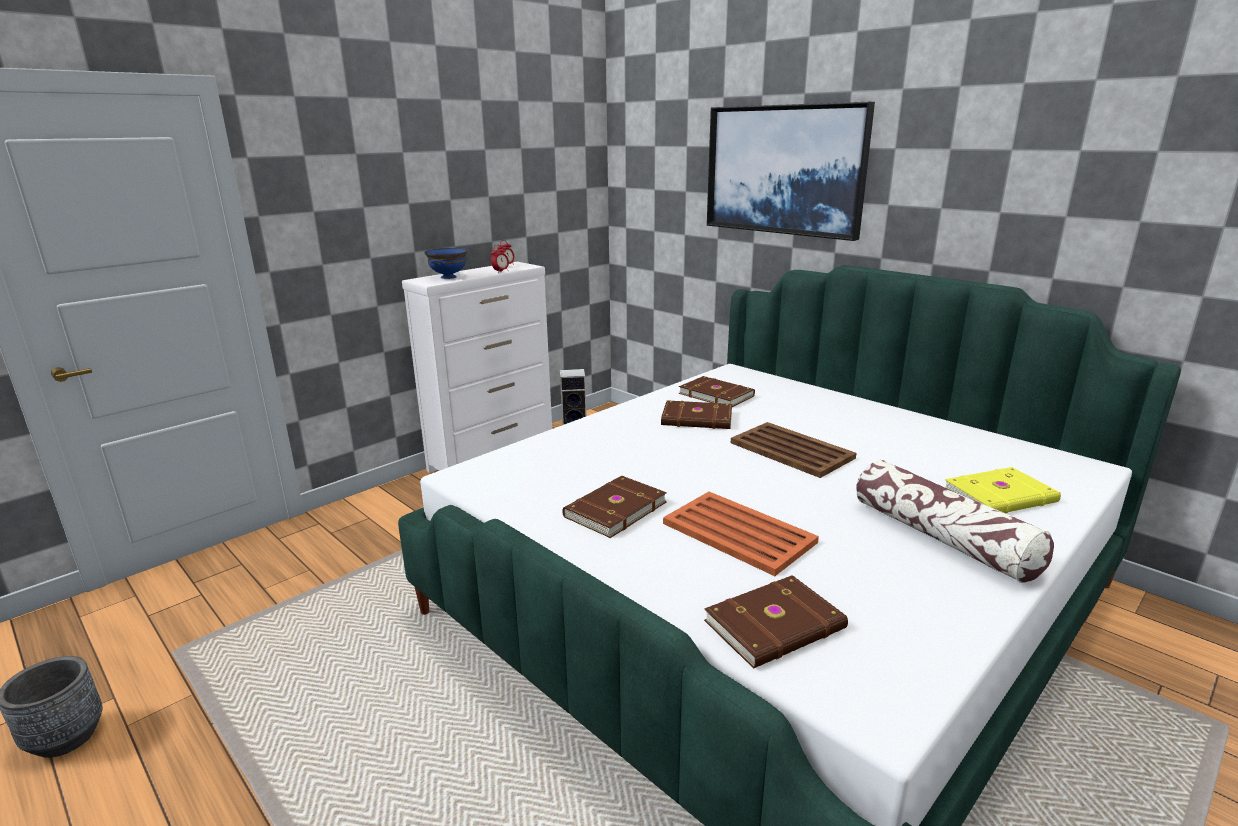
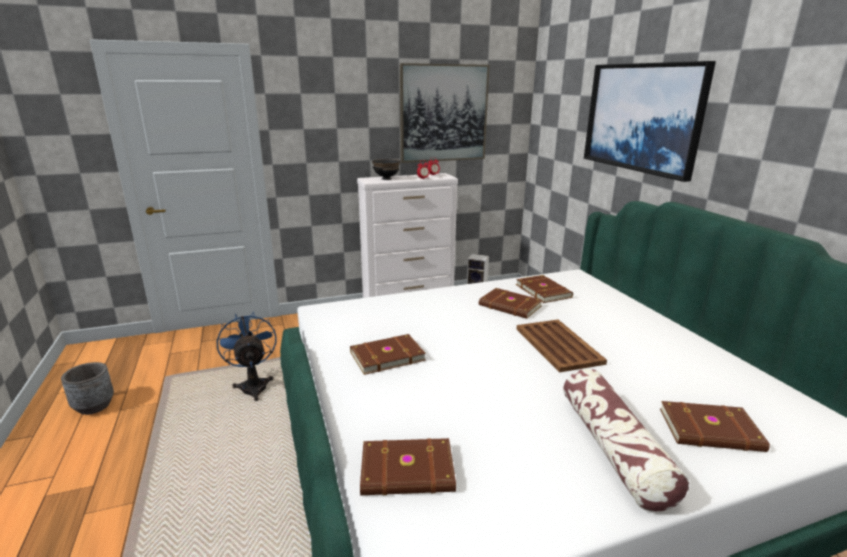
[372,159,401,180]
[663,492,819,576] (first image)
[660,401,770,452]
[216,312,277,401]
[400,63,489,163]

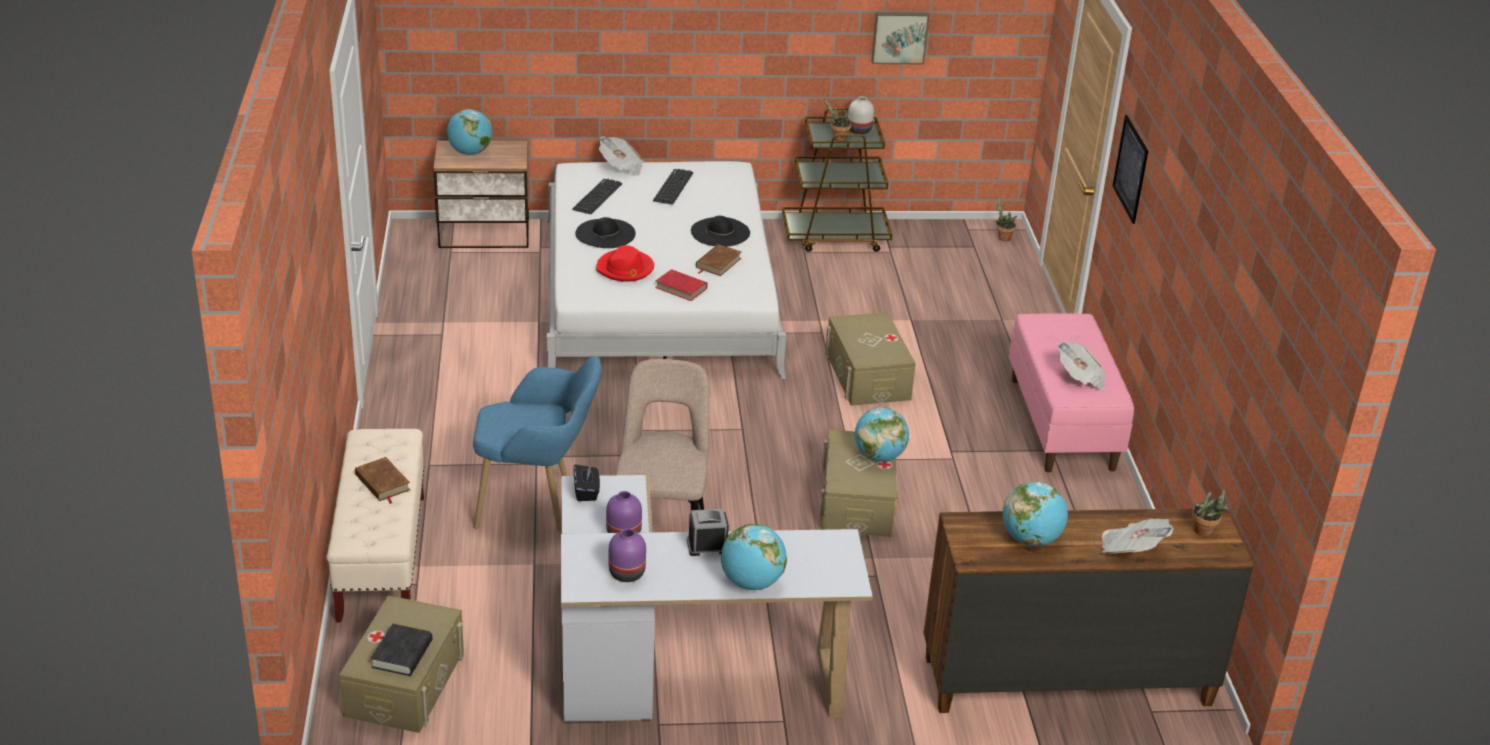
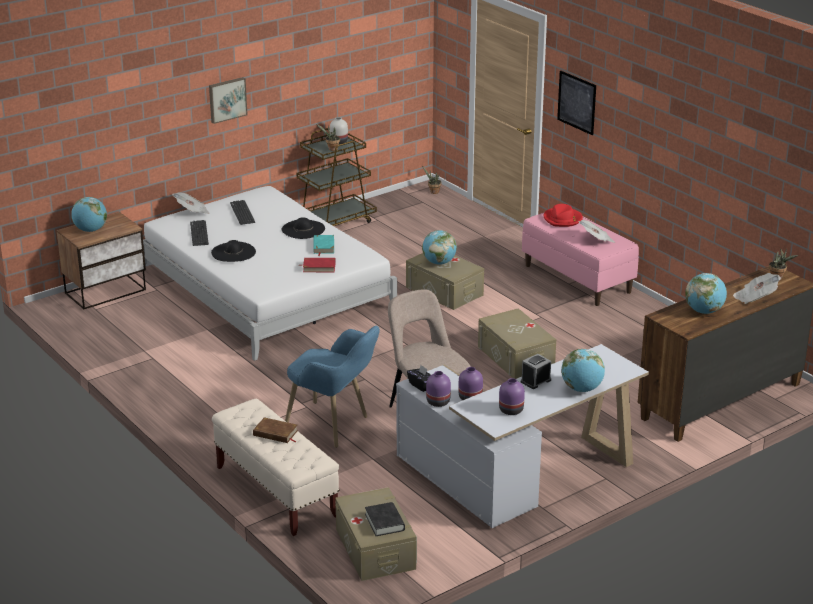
[285,326,380,448]
[544,204,583,227]
[313,235,334,256]
[422,230,457,265]
[209,77,248,124]
[426,371,451,407]

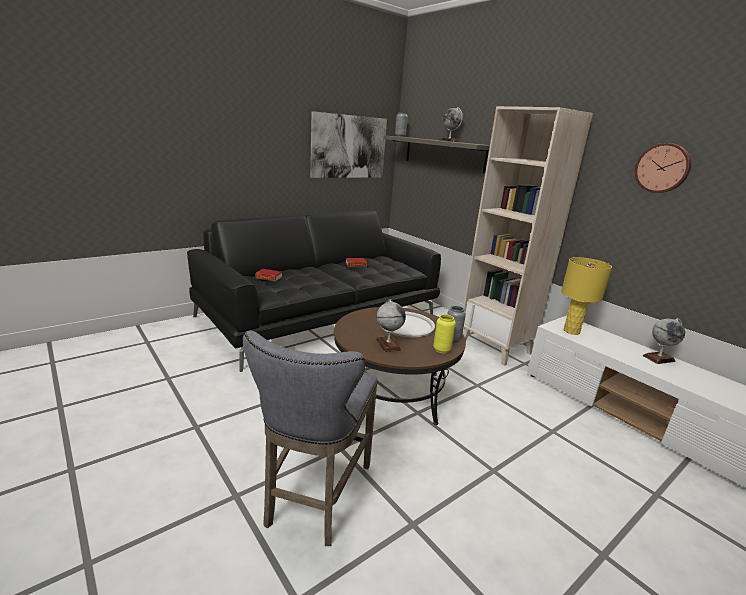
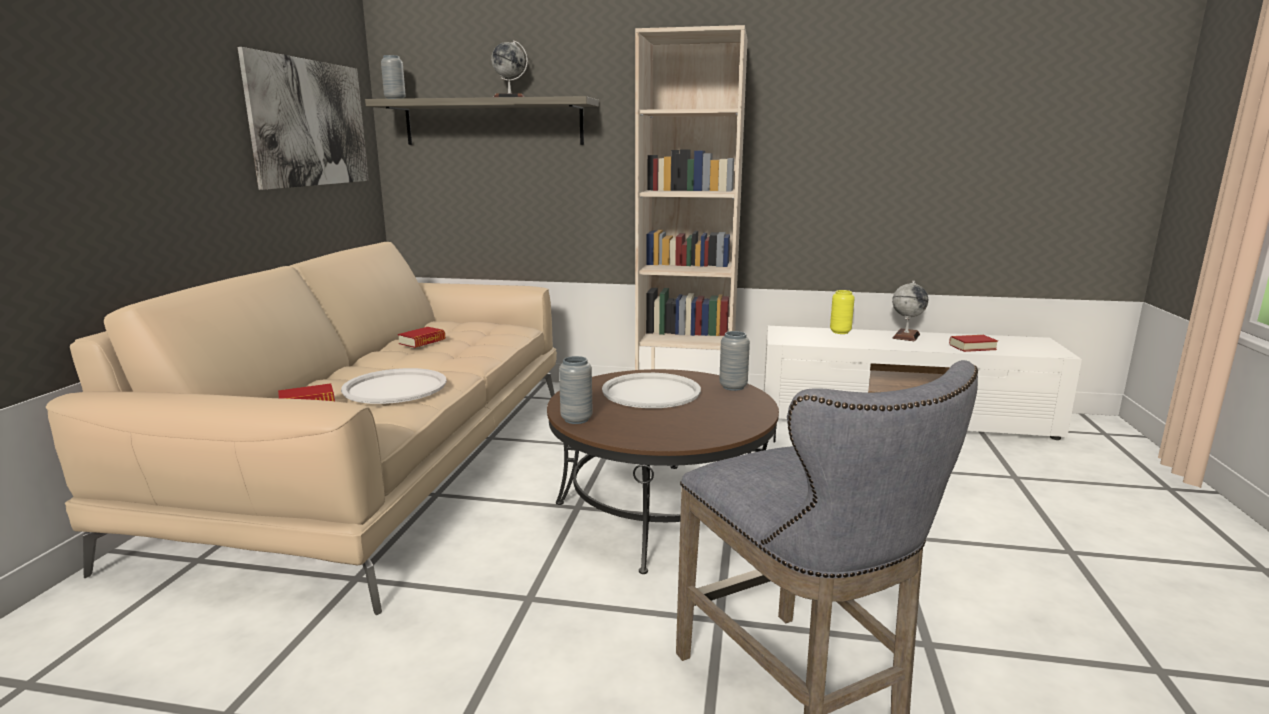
[46,242,557,615]
[376,299,406,352] (first image)
[830,290,855,334]
[561,257,612,335] (first image)
[635,143,691,193] (first image)
[341,368,447,404]
[559,356,593,424]
[949,335,998,352]

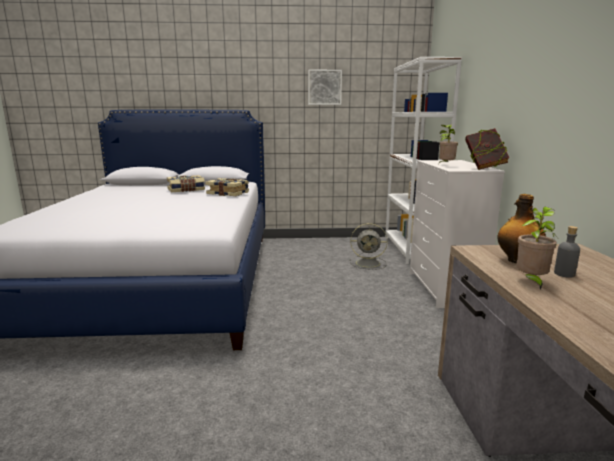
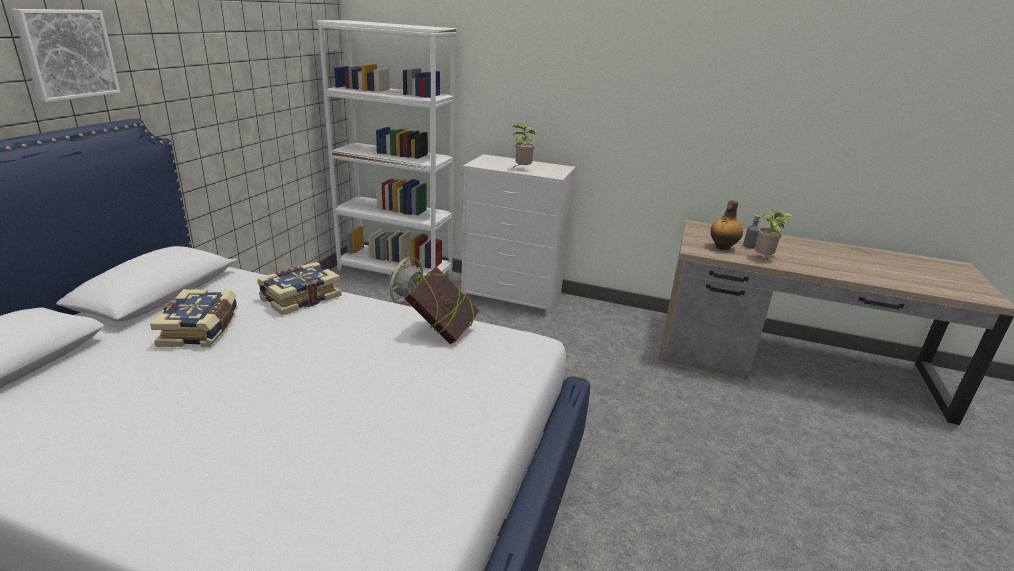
[12,9,121,102]
[404,266,480,344]

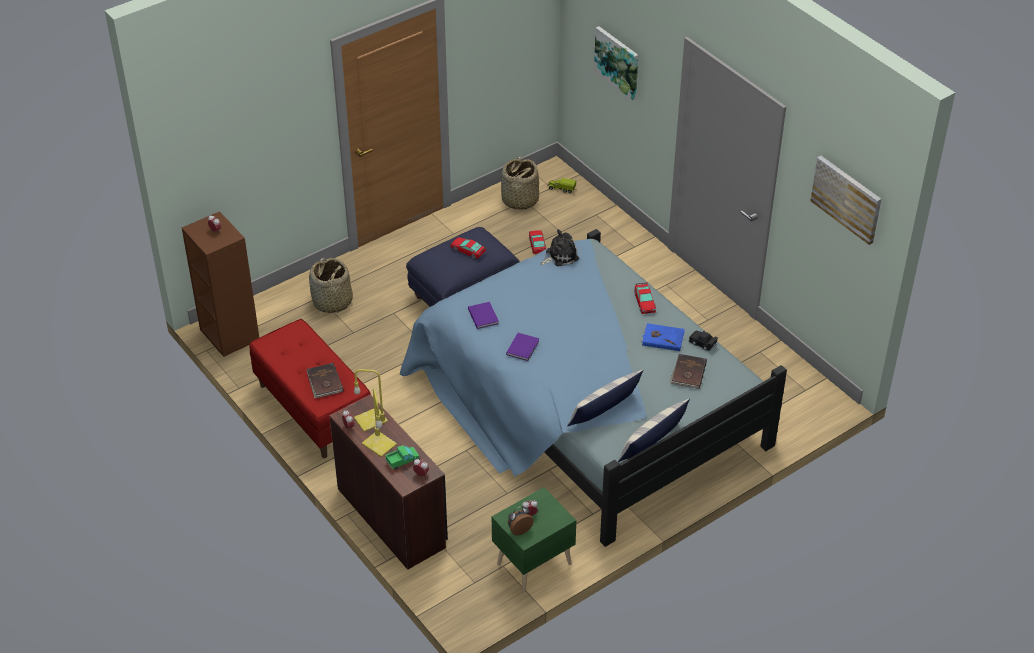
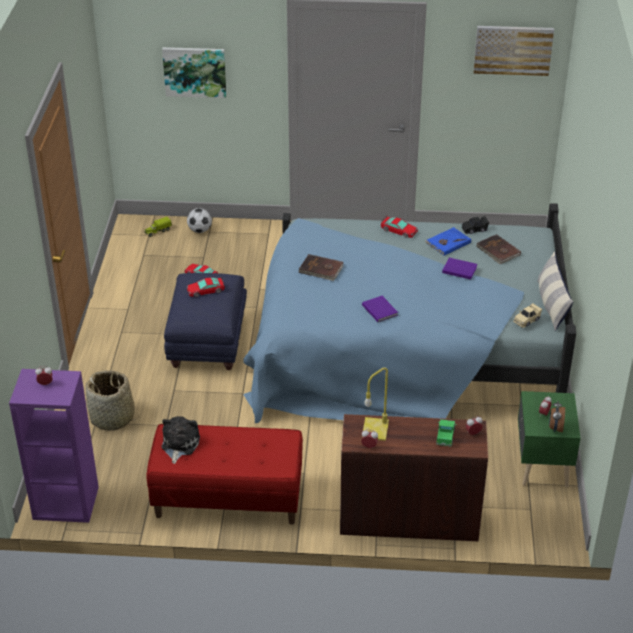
[9,369,99,523]
[298,254,343,281]
[362,388,397,457] (first image)
[442,258,477,280]
[501,157,539,210] (first image)
[162,416,200,464]
[567,370,643,426] (first image)
[187,208,212,233]
[513,303,542,328]

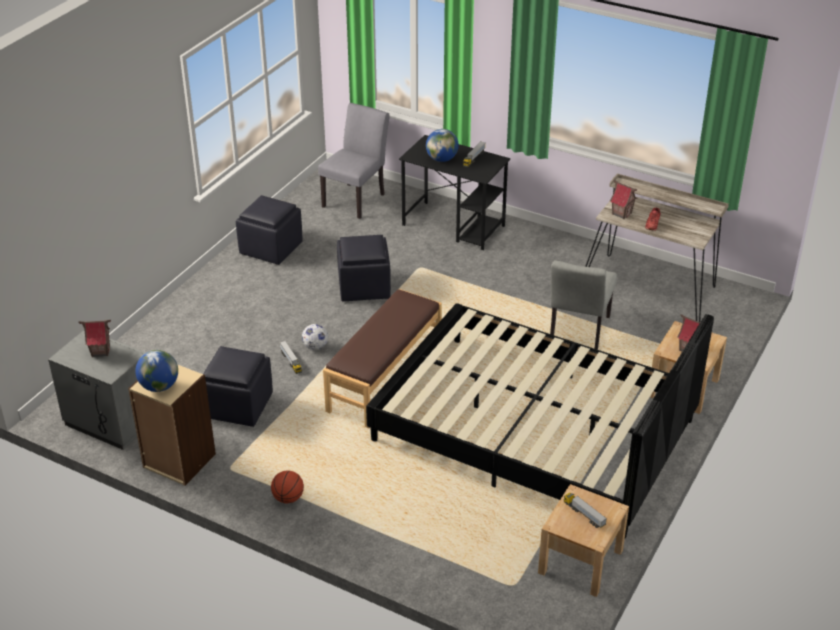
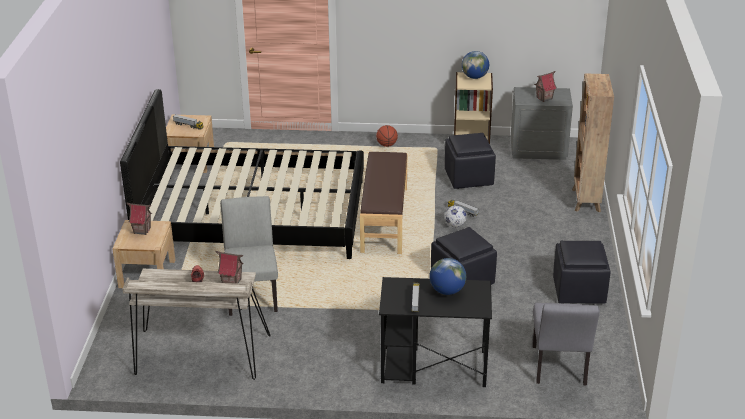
[572,73,614,212]

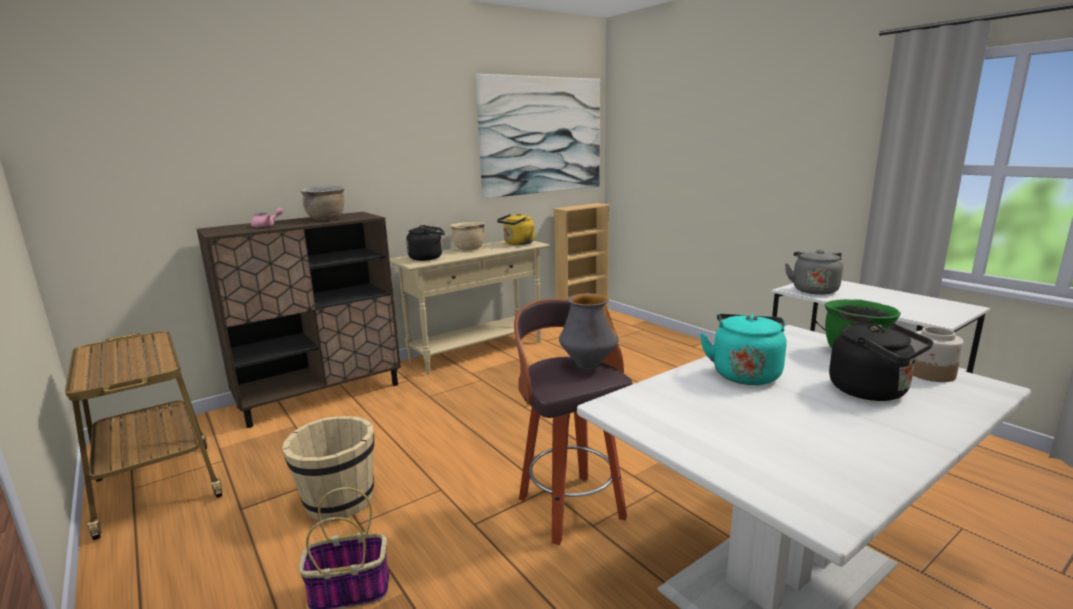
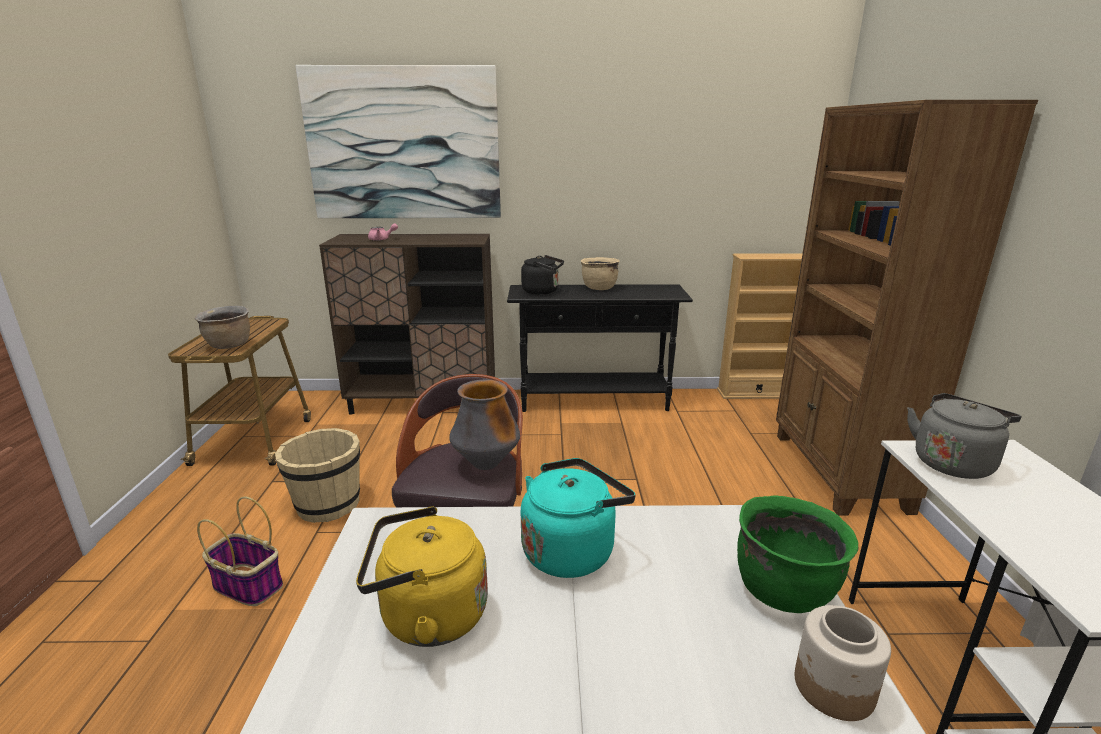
[195,306,250,349]
[507,284,693,412]
[295,65,501,218]
[356,506,488,647]
[829,323,934,401] (first image)
[776,100,1038,516]

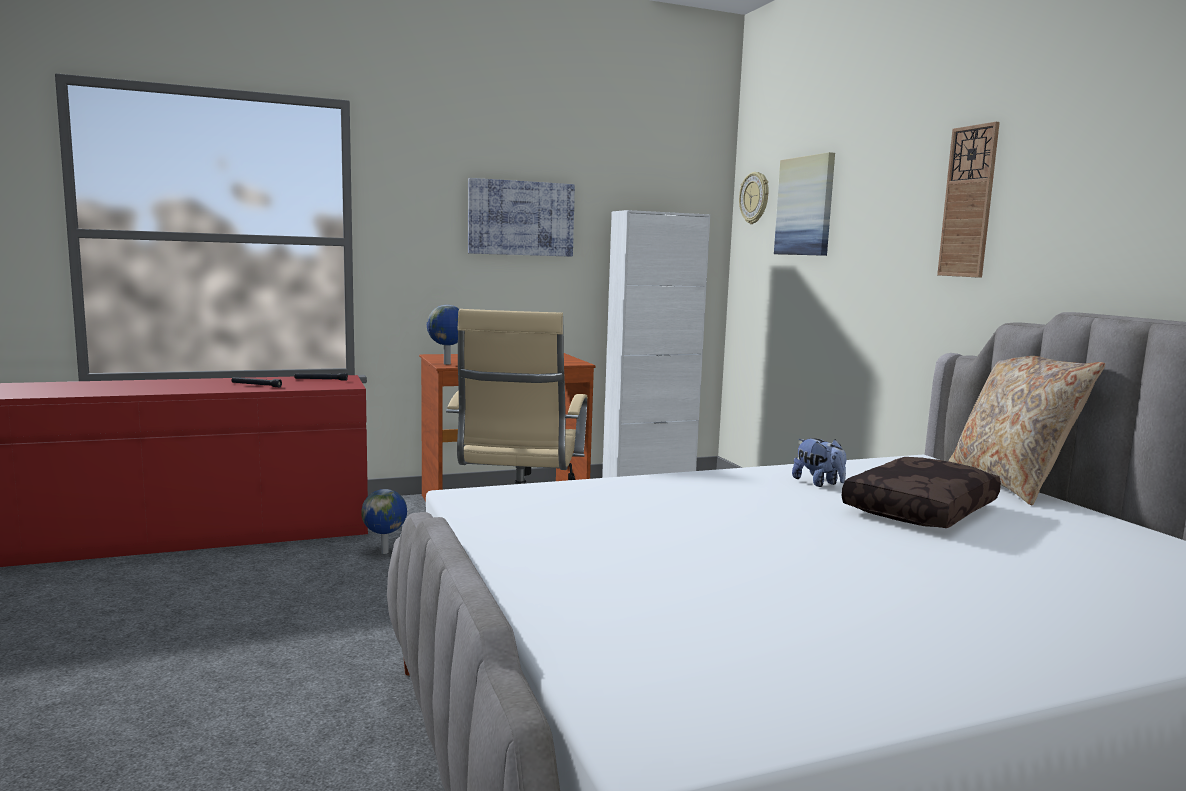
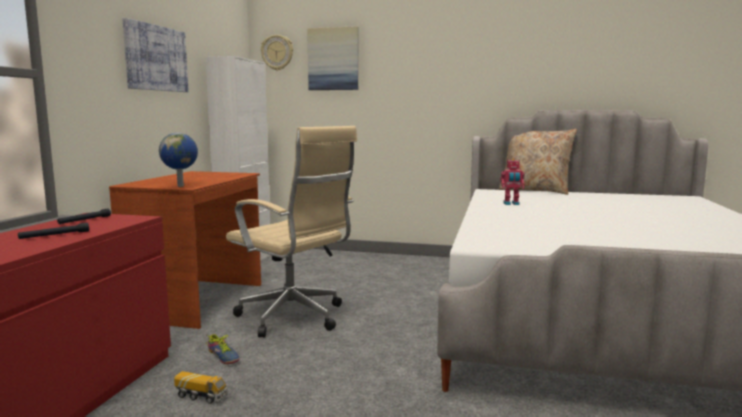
[206,334,240,364]
[500,158,525,205]
[842,457,1001,528] (first image)
[937,122,1000,278] (first image)
[174,371,228,404]

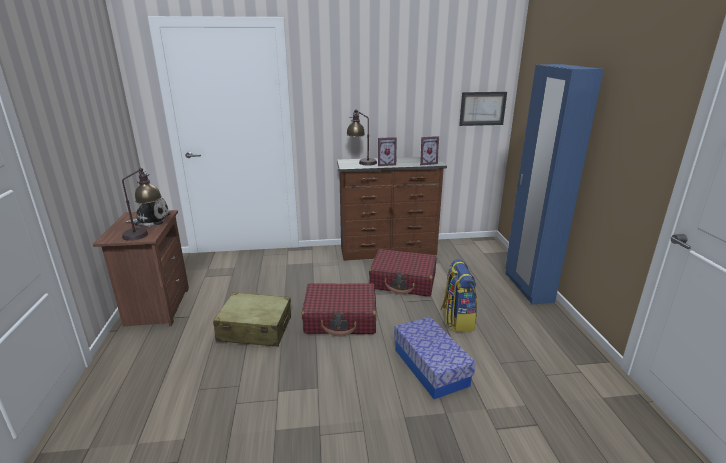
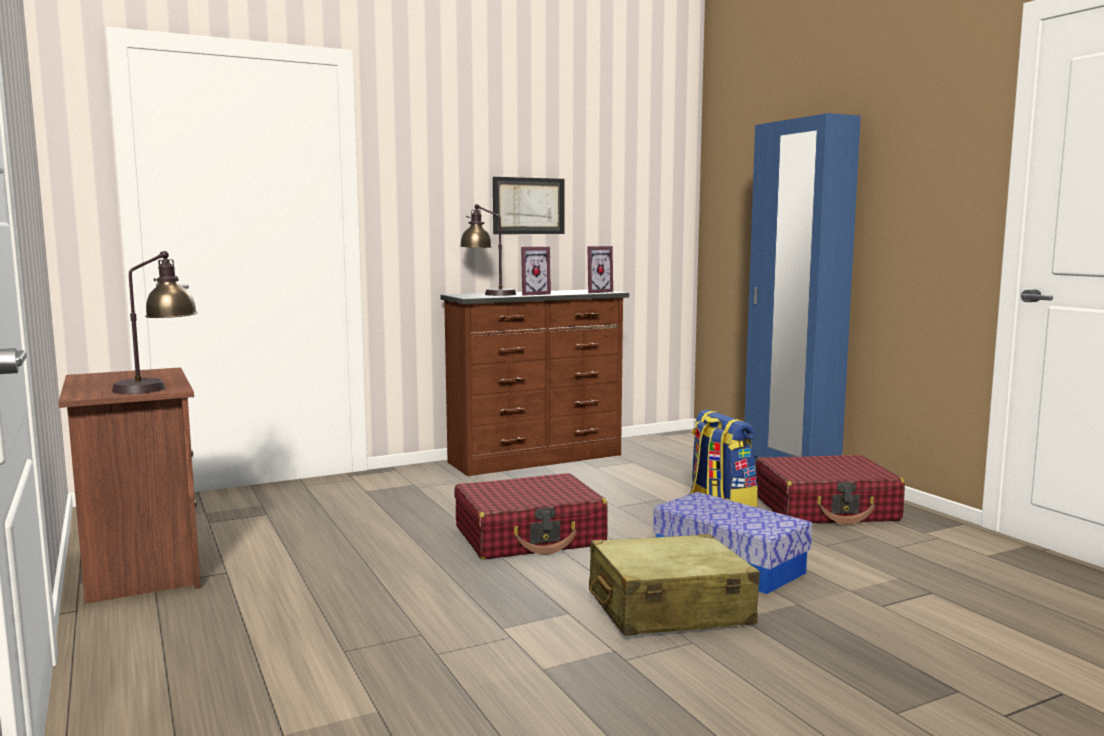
[126,198,171,226] (first image)
[589,534,760,636]
[755,455,905,525]
[493,177,565,234]

